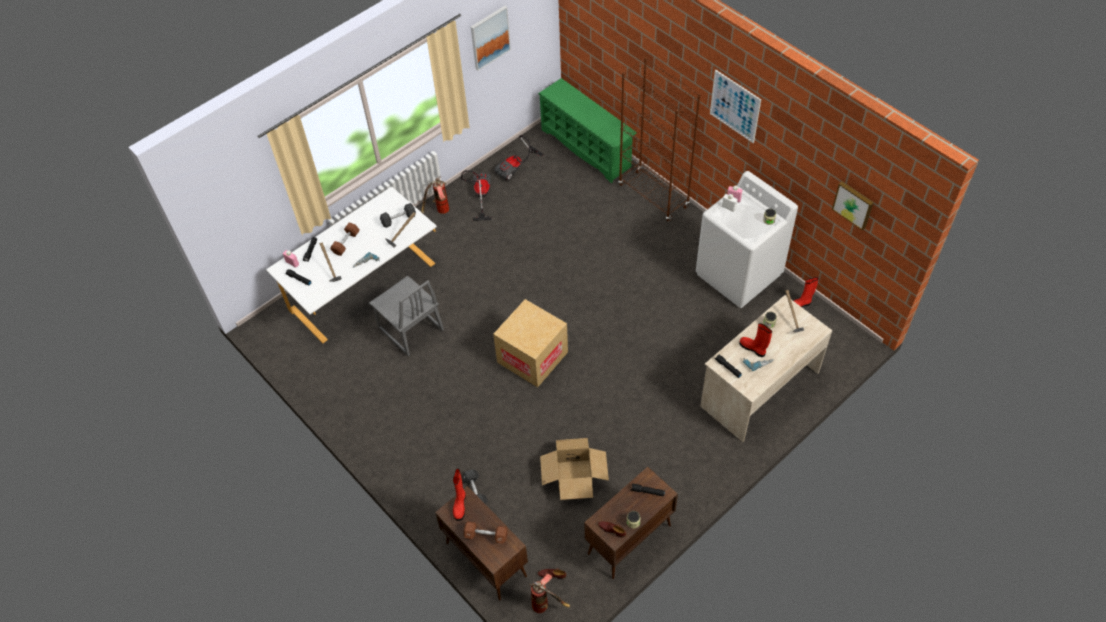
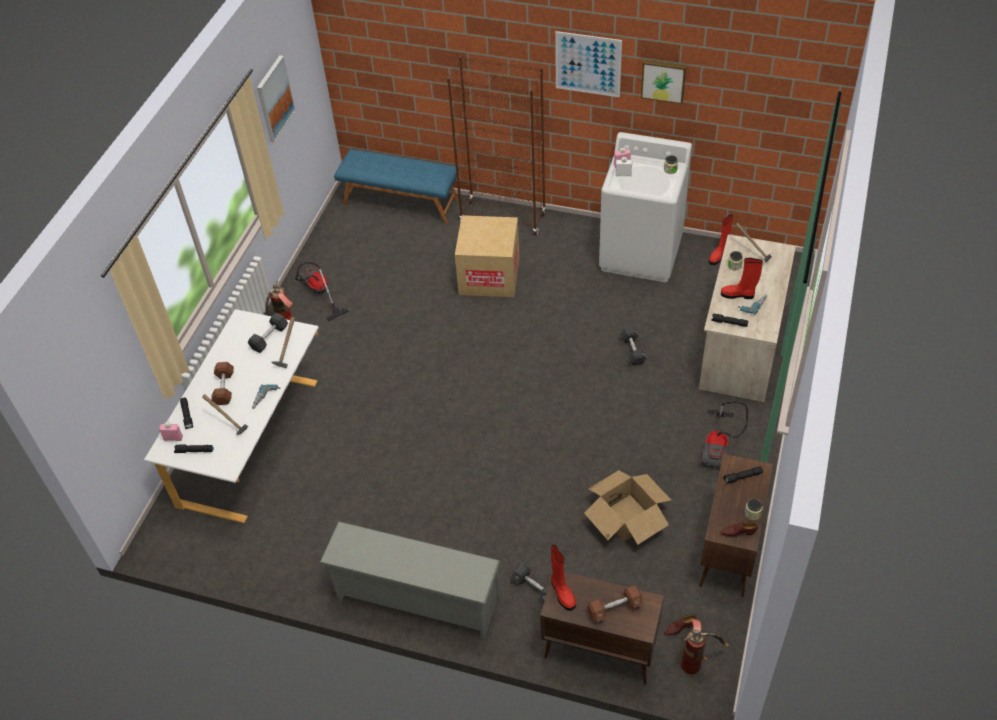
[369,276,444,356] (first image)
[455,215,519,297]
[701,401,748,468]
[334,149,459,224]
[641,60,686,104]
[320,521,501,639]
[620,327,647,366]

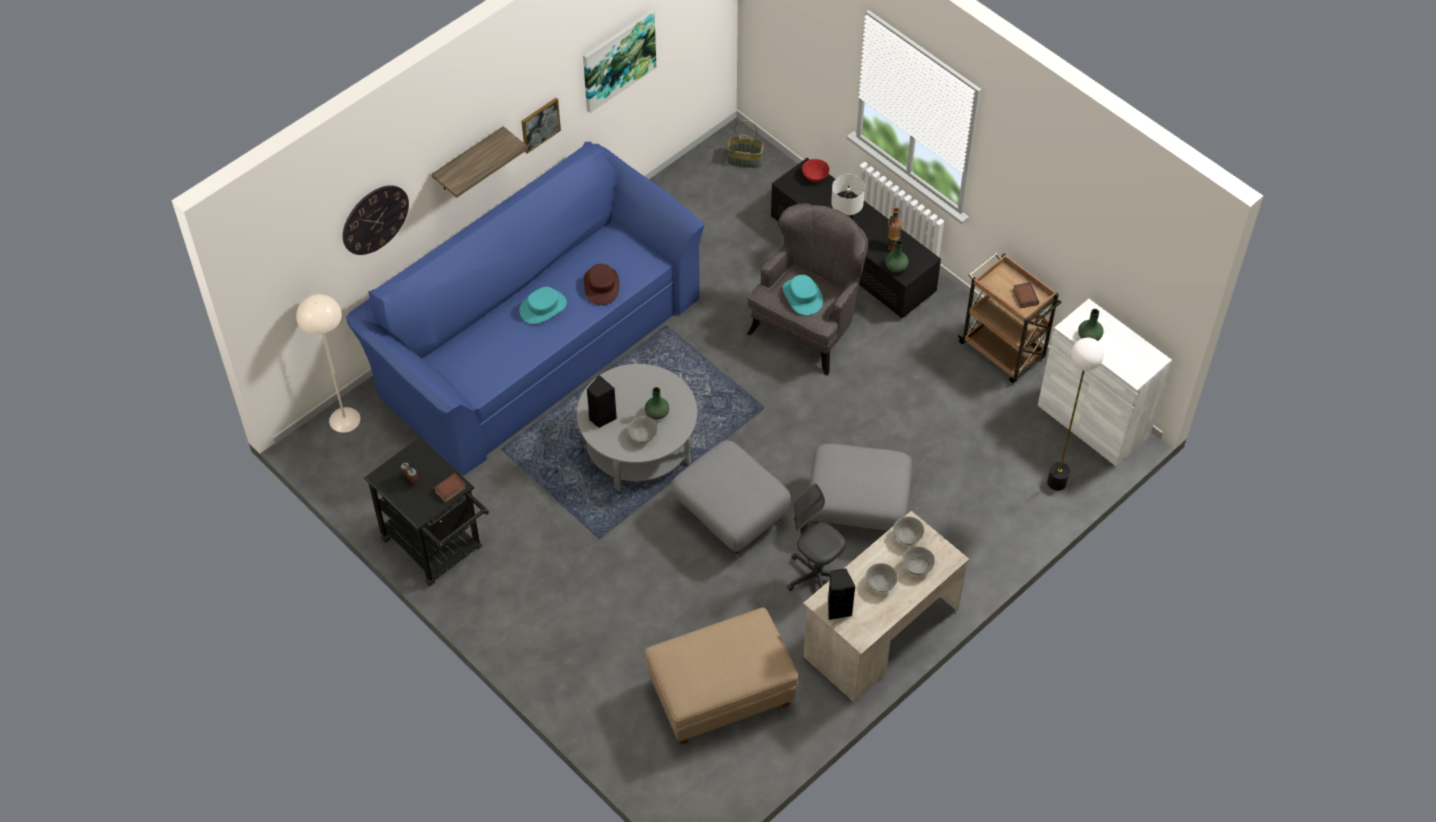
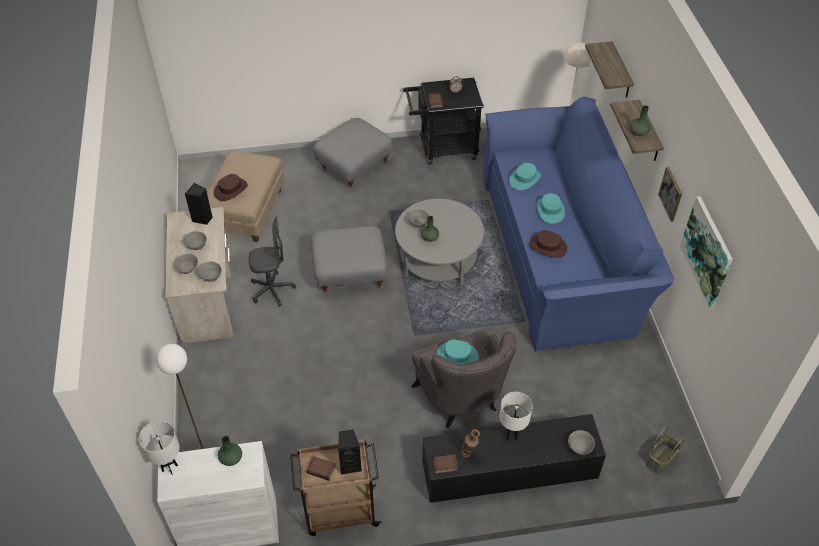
[585,41,634,98]
[338,429,362,475]
[568,430,595,455]
[314,118,392,190]
[630,105,651,136]
[139,421,180,475]
[213,174,248,201]
[433,454,458,474]
[509,163,541,190]

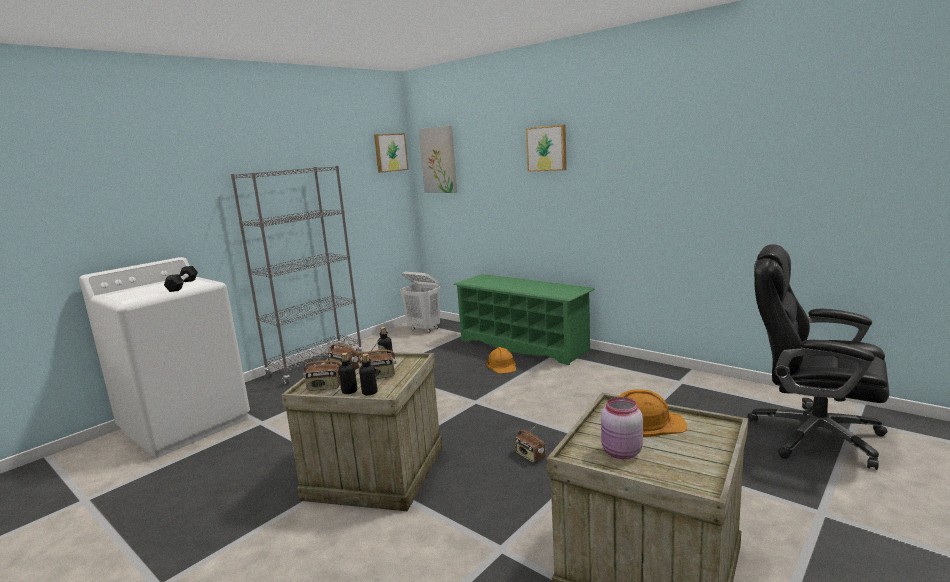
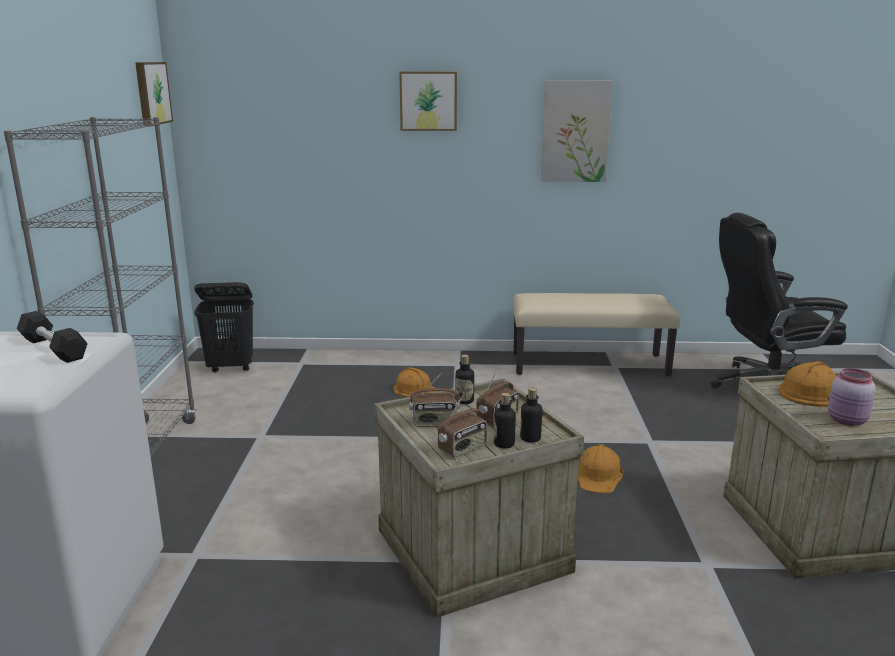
[194,282,254,372]
[541,81,613,182]
[454,274,595,365] (first image)
[578,444,623,493]
[513,293,680,376]

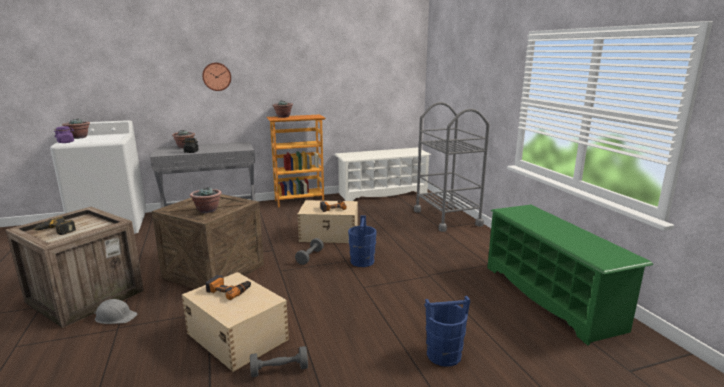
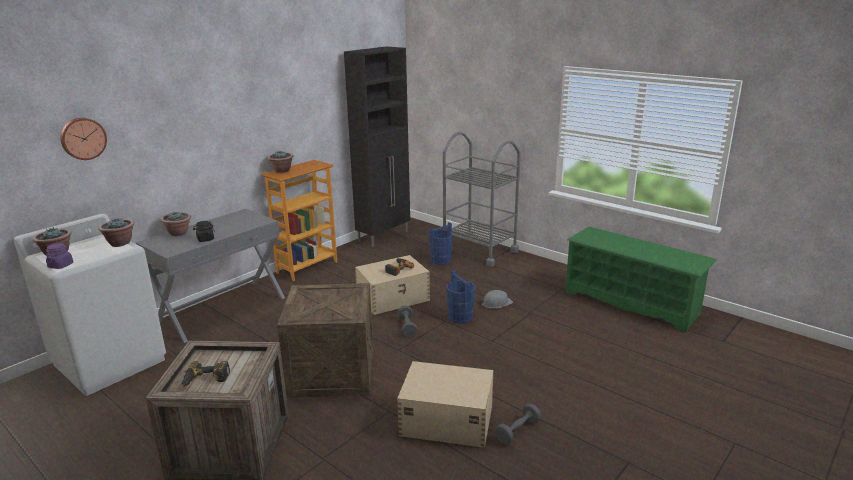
[482,290,513,309]
[98,217,134,247]
[60,118,107,160]
[205,275,251,300] (first image)
[344,46,410,247]
[428,222,453,265]

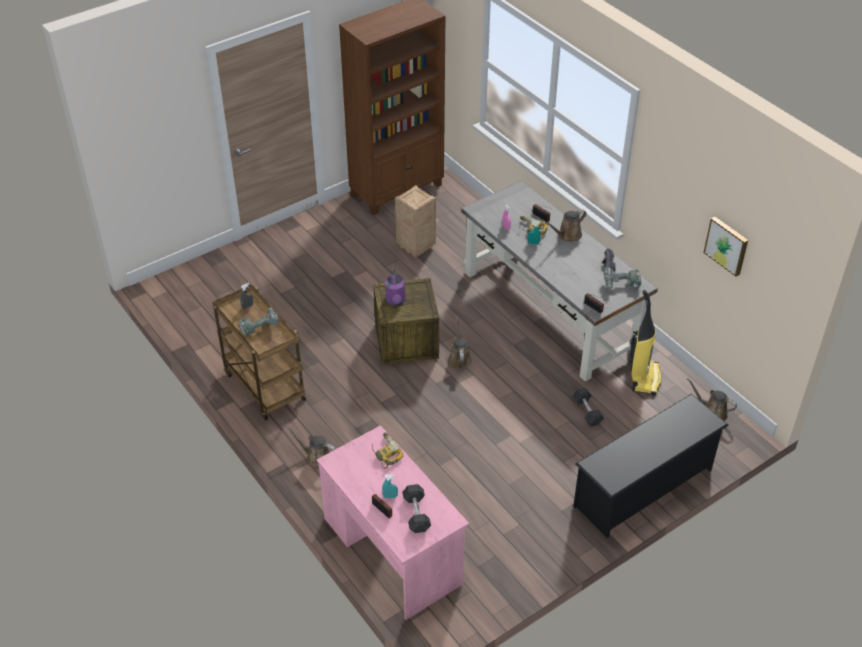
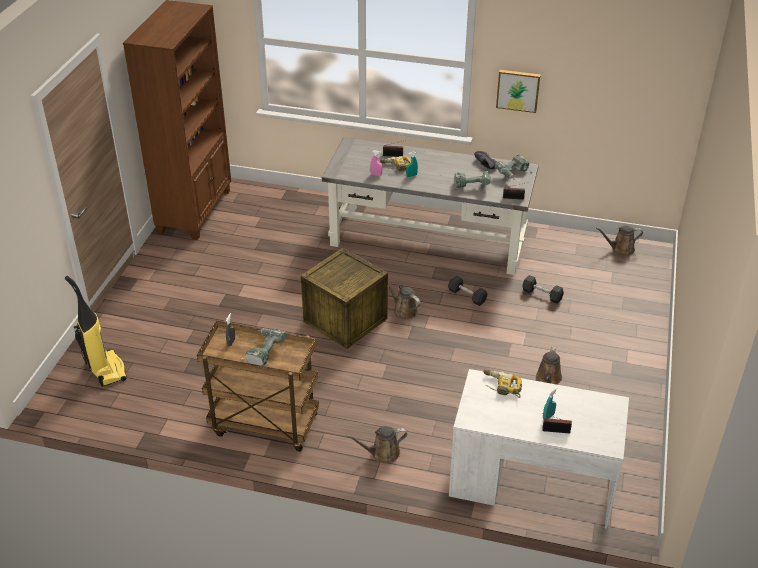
[449,369,629,529]
[385,269,406,306] (first image)
[395,185,436,257] (first image)
[448,275,488,306]
[536,346,562,385]
[573,394,729,538] (first image)
[65,276,127,387]
[496,70,540,113]
[455,171,491,188]

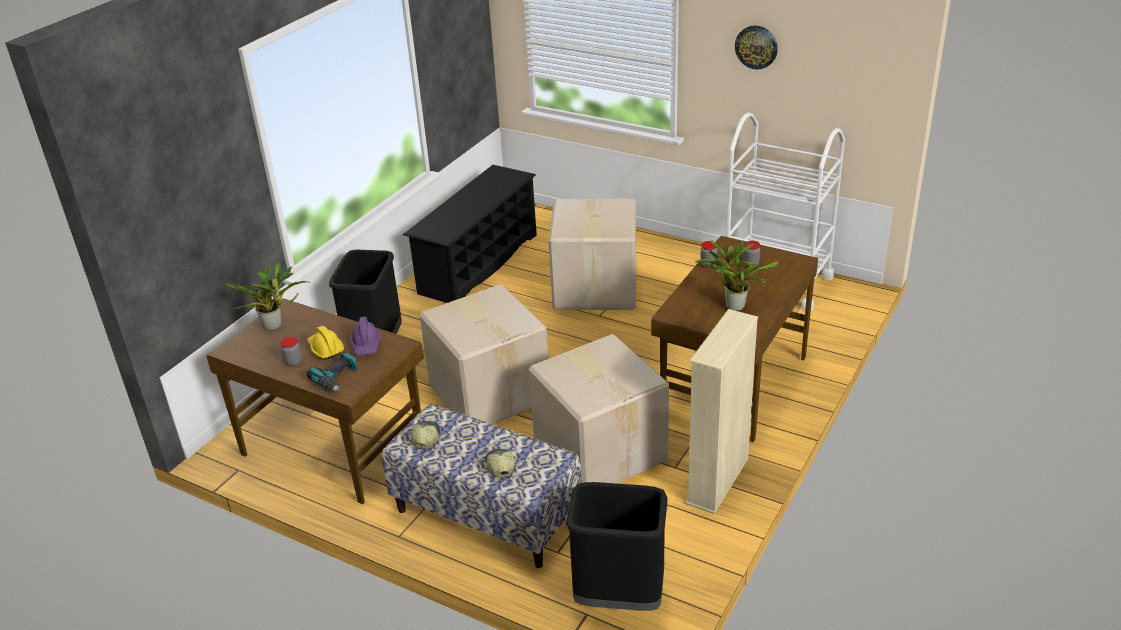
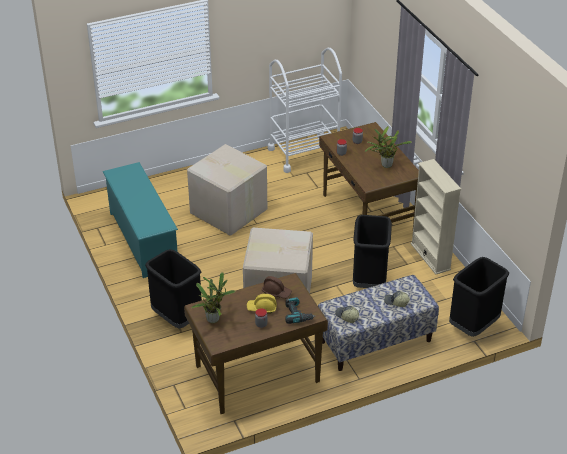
[262,276,292,299]
[103,162,178,278]
[353,215,392,288]
[735,26,778,69] (first image)

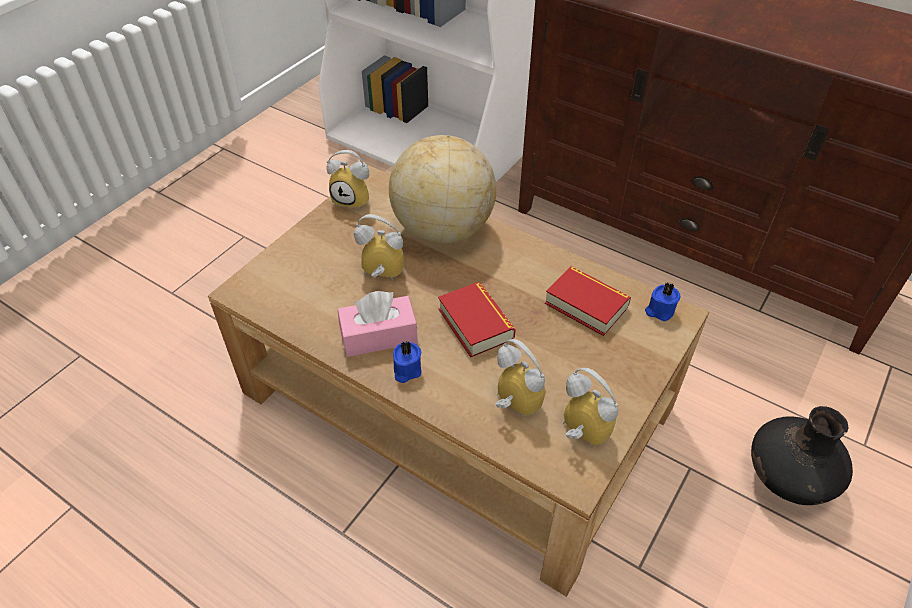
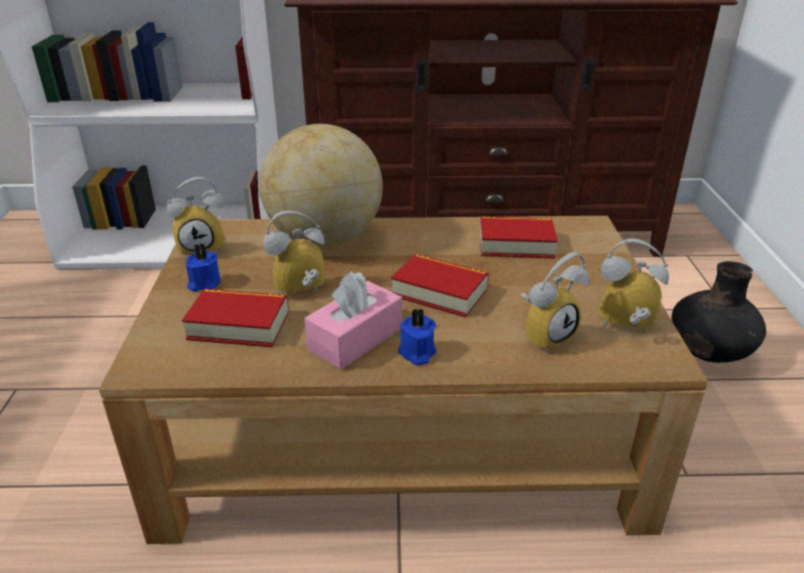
[521,252,590,353]
[186,243,220,292]
[182,289,289,347]

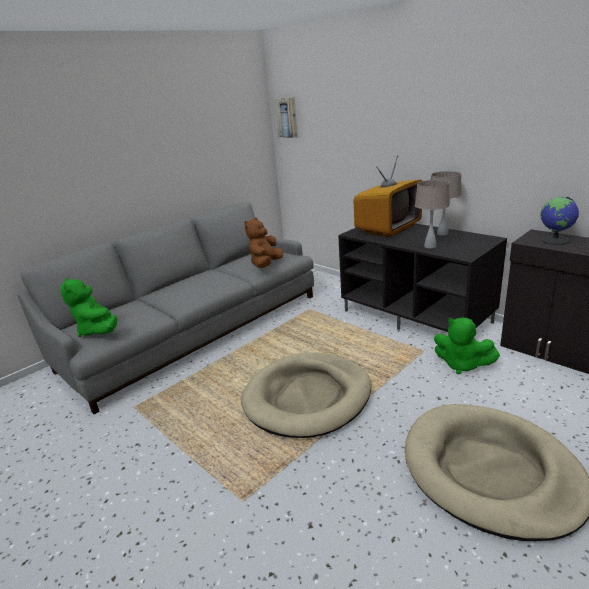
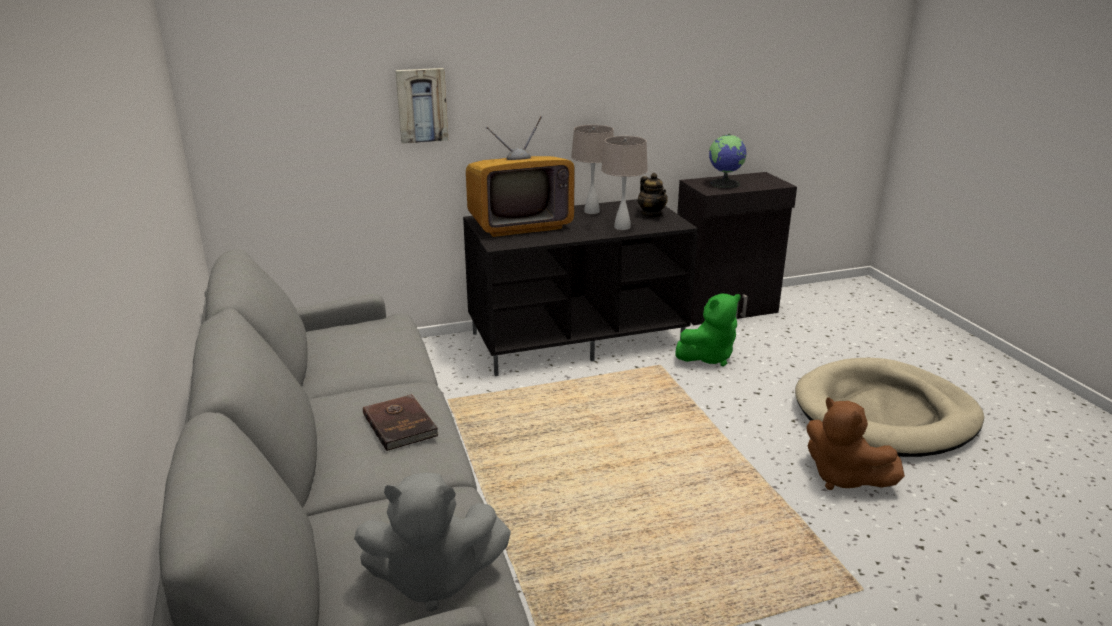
[354,472,511,612]
[241,352,371,438] (first image)
[806,397,905,490]
[395,68,448,144]
[466,116,575,237]
[363,394,439,451]
[638,173,668,217]

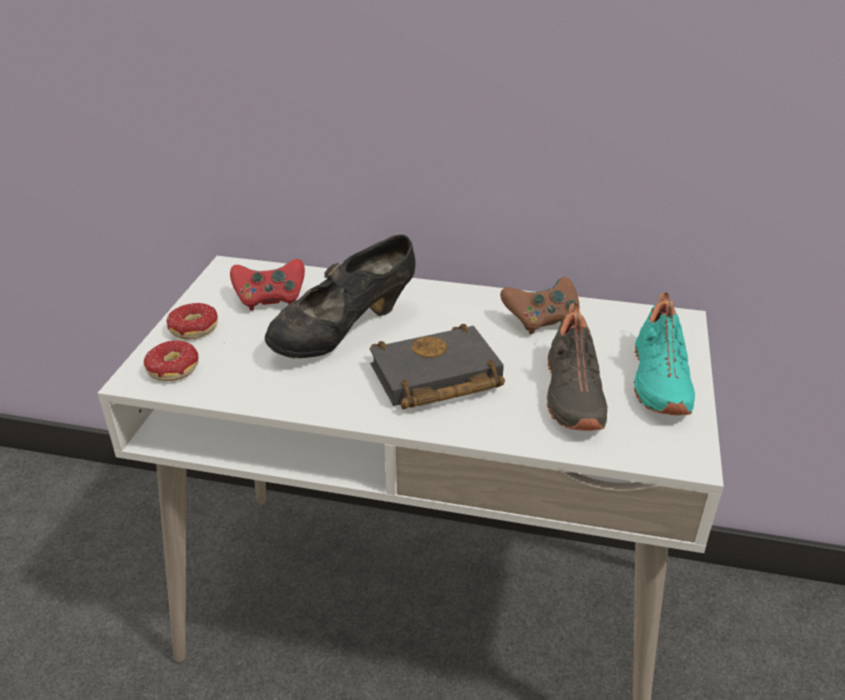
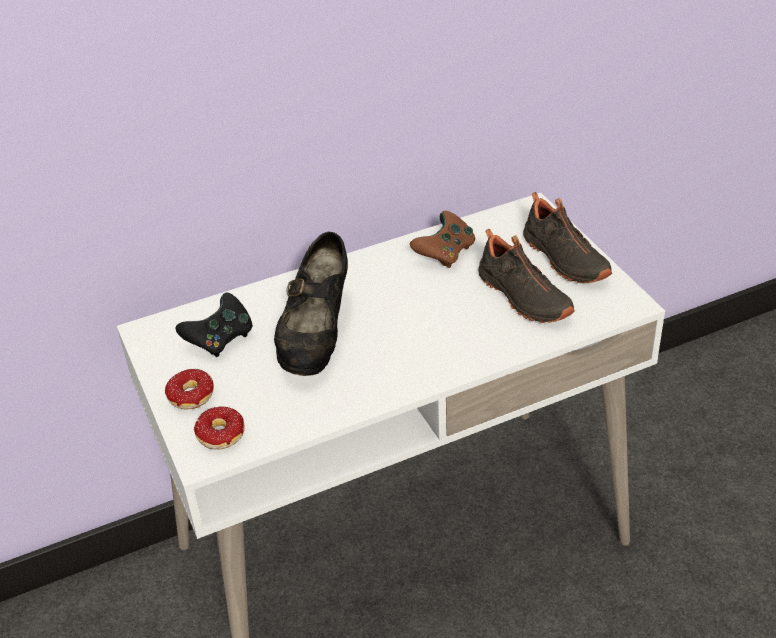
[176,292,253,357]
[370,324,505,409] (first image)
[523,192,612,283]

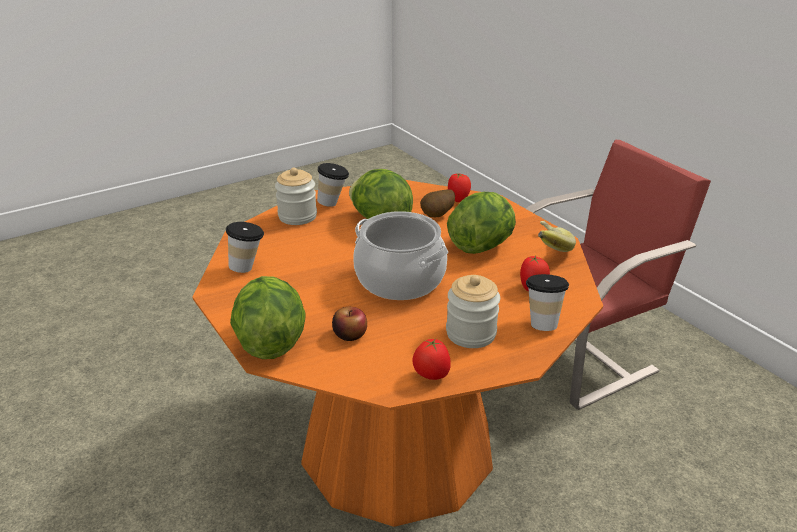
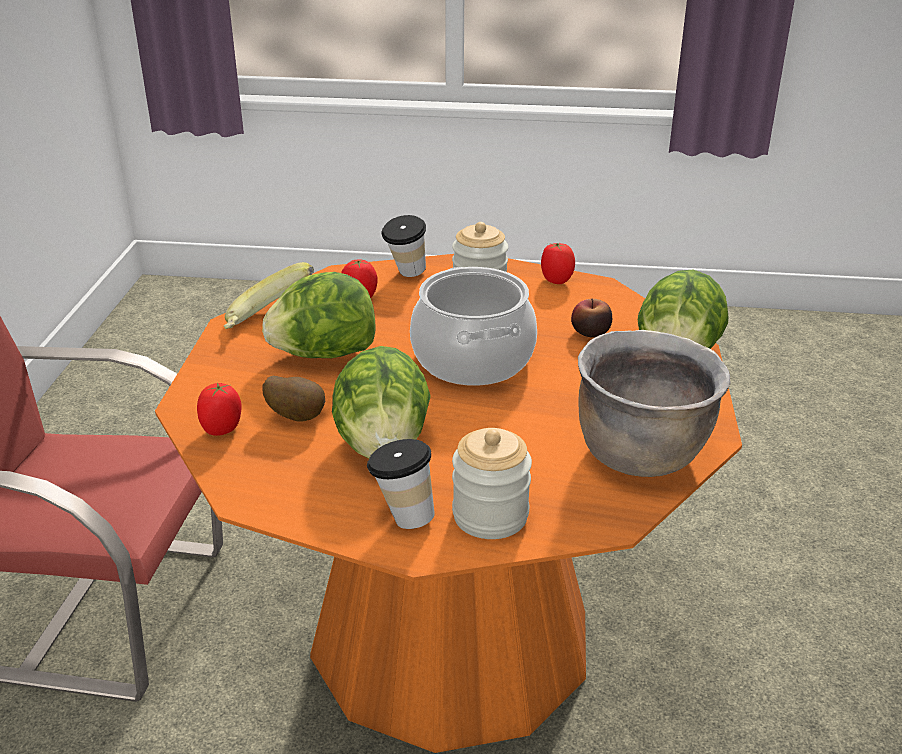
[578,330,731,477]

